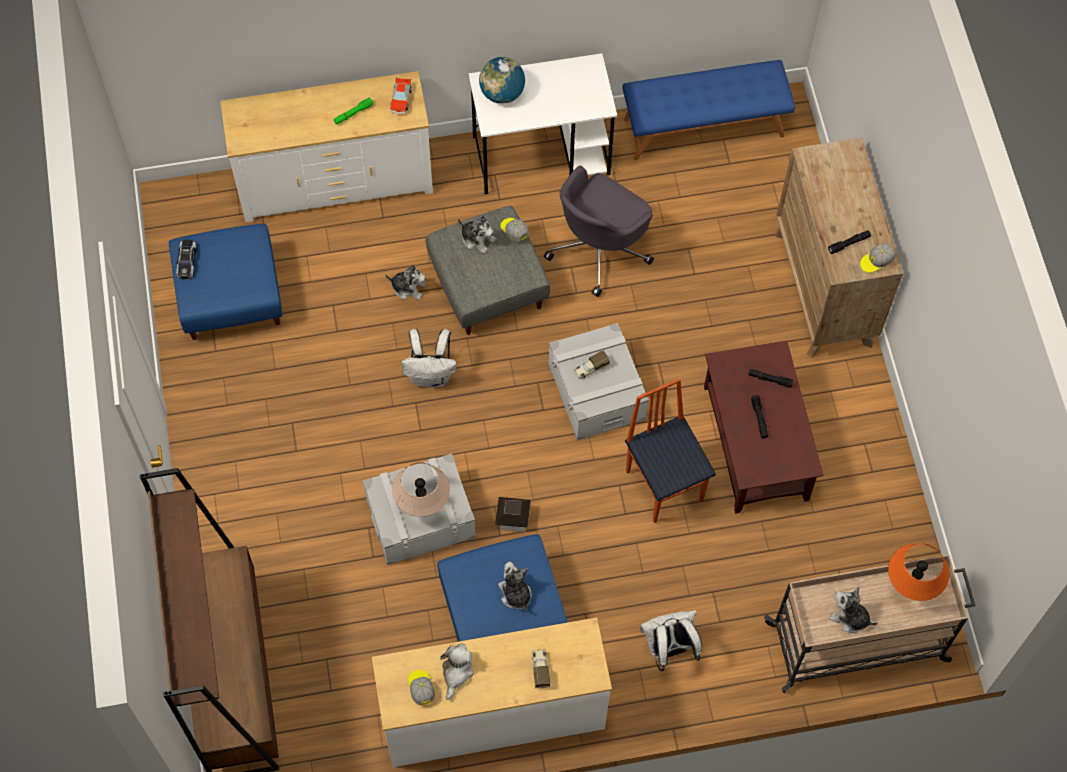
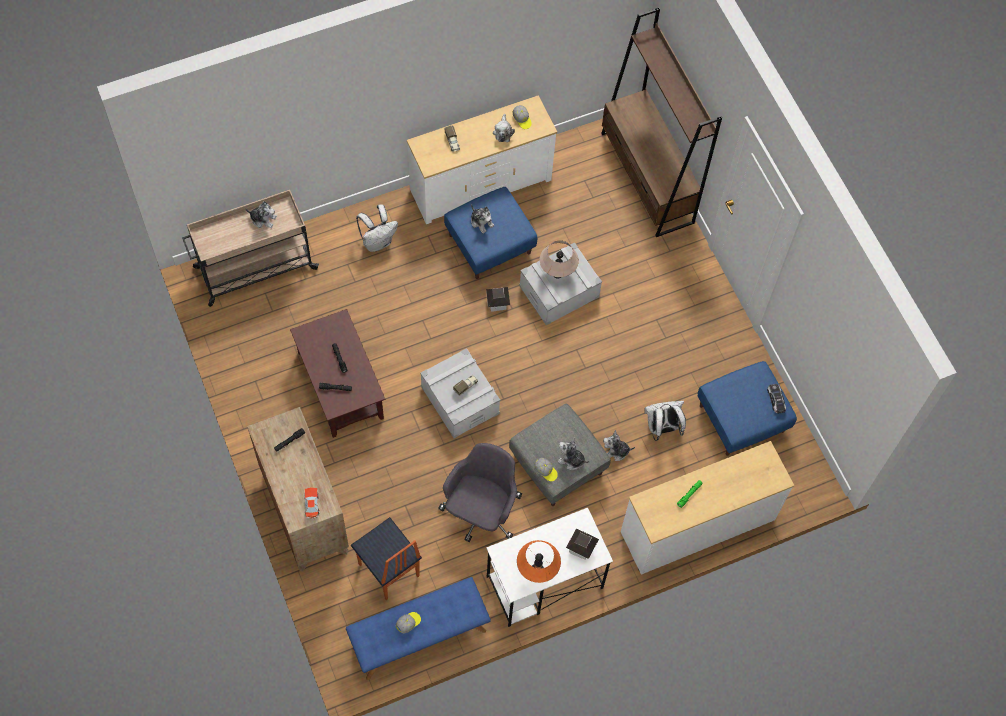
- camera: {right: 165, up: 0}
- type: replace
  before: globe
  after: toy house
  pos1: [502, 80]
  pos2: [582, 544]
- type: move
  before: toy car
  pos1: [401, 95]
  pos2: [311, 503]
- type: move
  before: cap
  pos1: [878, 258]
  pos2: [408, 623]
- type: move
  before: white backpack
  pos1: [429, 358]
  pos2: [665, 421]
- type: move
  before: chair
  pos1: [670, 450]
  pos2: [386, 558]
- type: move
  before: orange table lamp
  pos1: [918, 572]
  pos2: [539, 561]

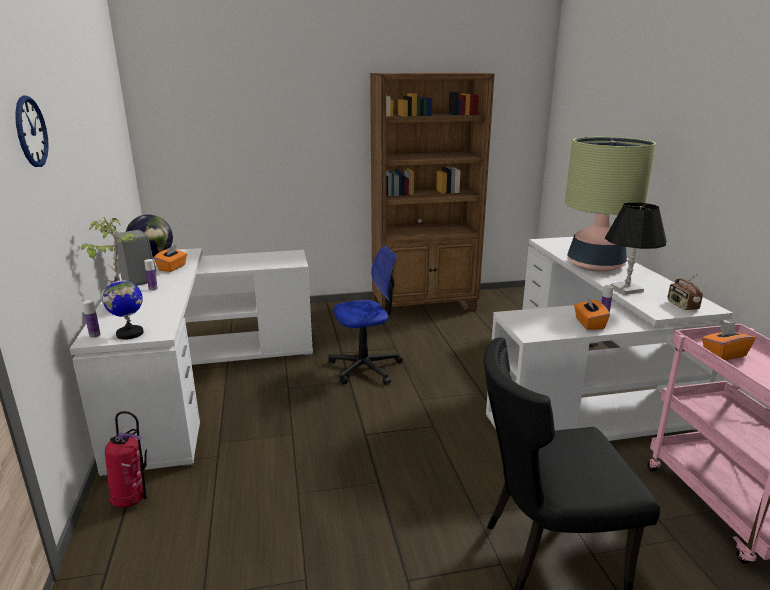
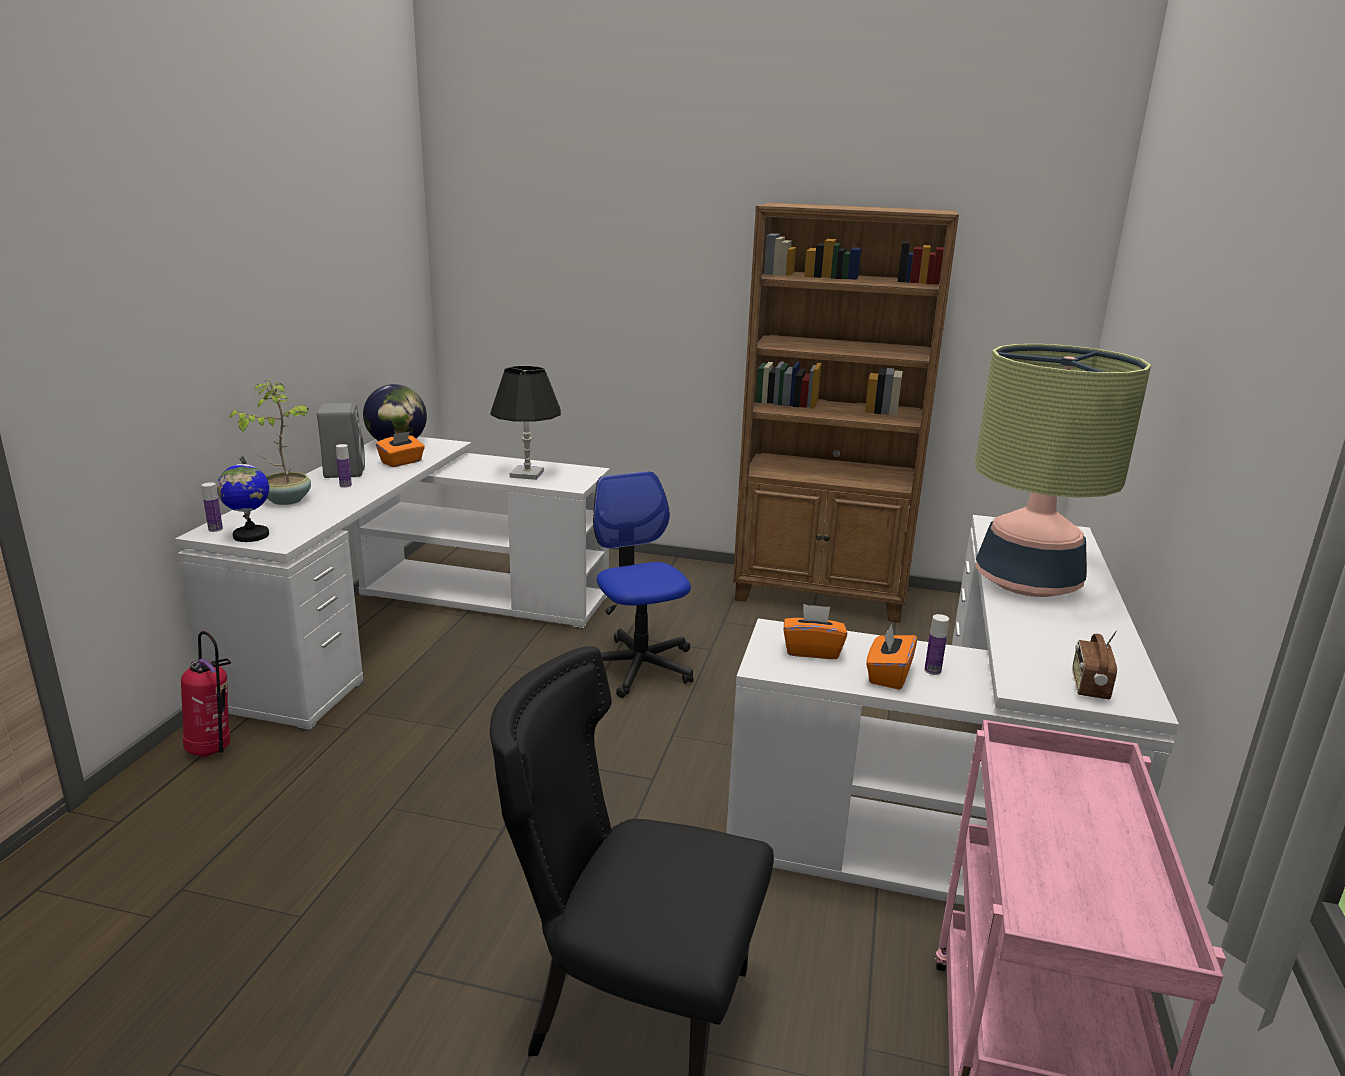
- camera: {right: 25, up: 0}
- type: delete
  before: wall clock
  pos1: [32, 131]
- type: move
  before: black table lamp
  pos1: [635, 248]
  pos2: [525, 423]
- type: rotate
  before: office chair
  pos1: [365, 315]
  pos2: [643, 584]
  turn: -120
- type: move
  before: orange tissue box
  pos1: [728, 342]
  pos2: [815, 631]

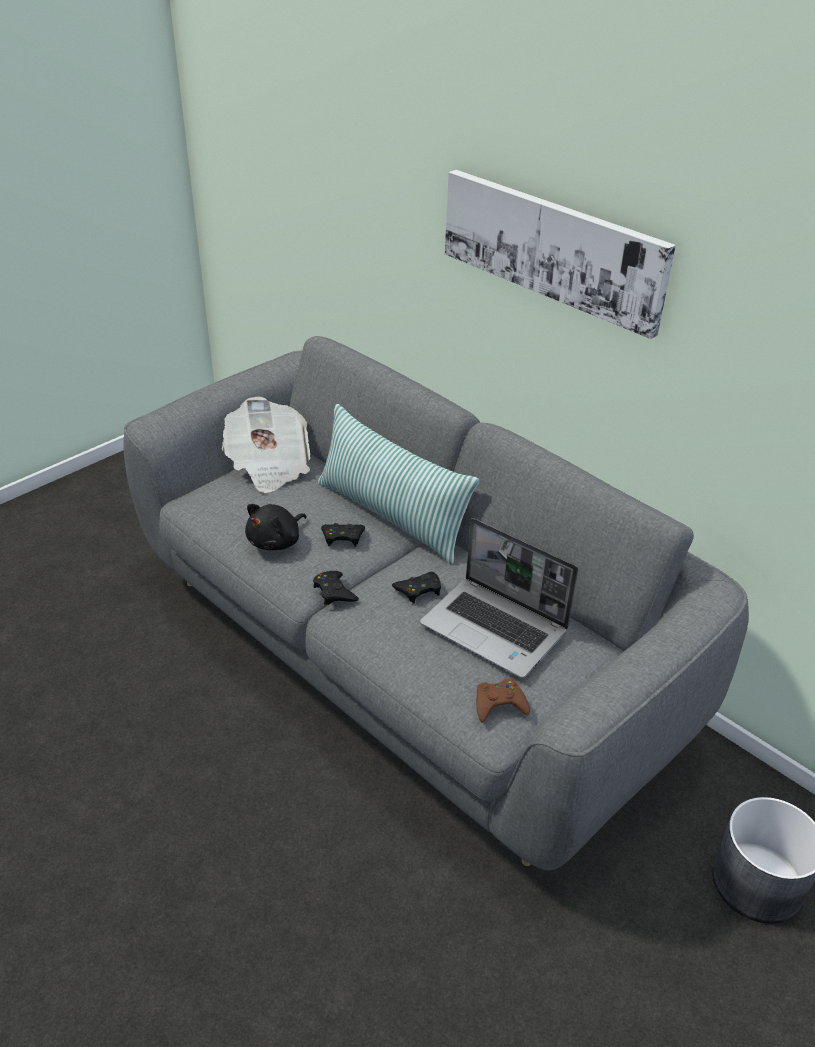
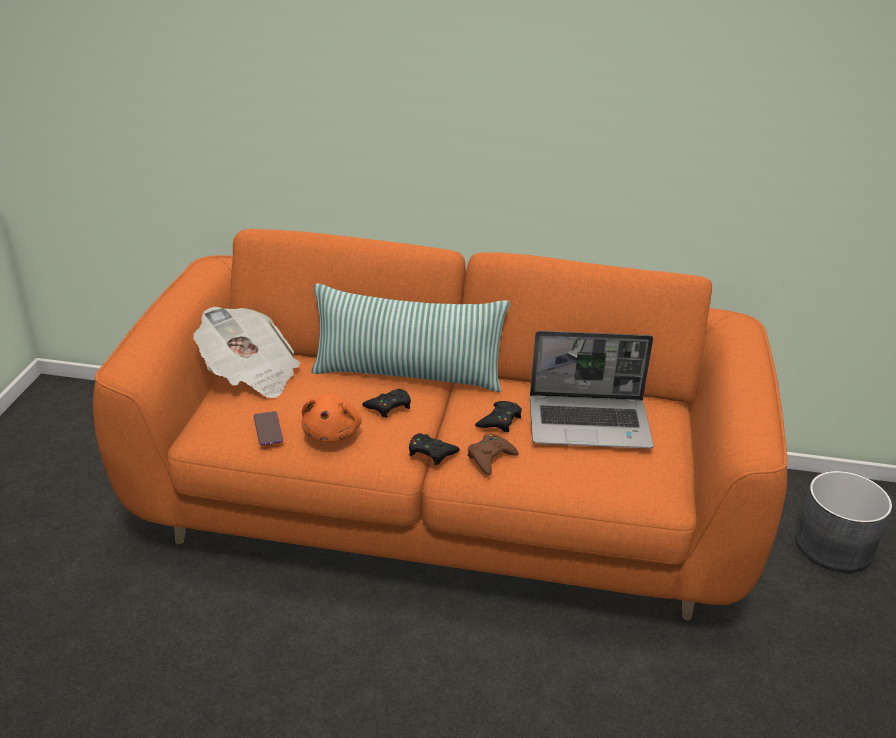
- camera: {right: -35, up: -5}
- type: delete
  before: picture
  pos1: [560, 254]
- type: recolor
  before: grey sofa
  after: orange sofa
  pos1: [436, 603]
  pos2: [440, 424]
- type: recolor
  before: black plush toy
  after: orange plush toy
  pos1: [276, 527]
  pos2: [332, 418]
- type: move
  before: brown game controller
  pos1: [503, 701]
  pos2: [493, 454]
- type: insert
  after: phone
  pos2: [268, 428]

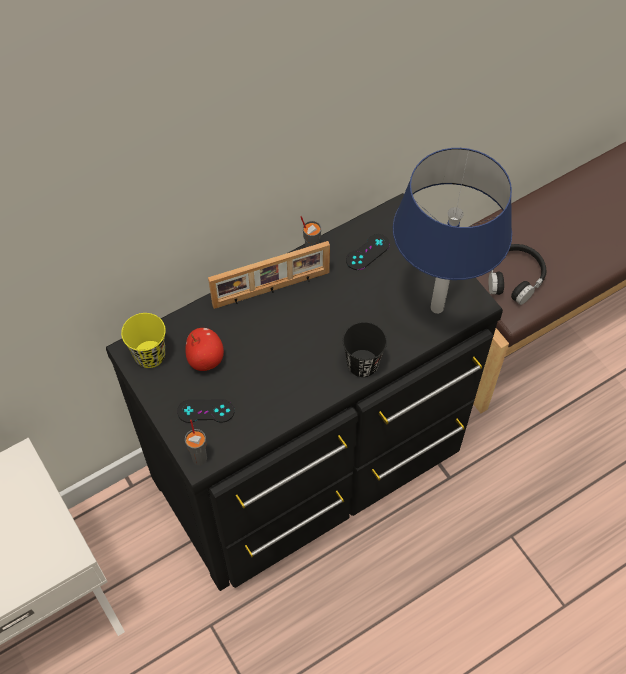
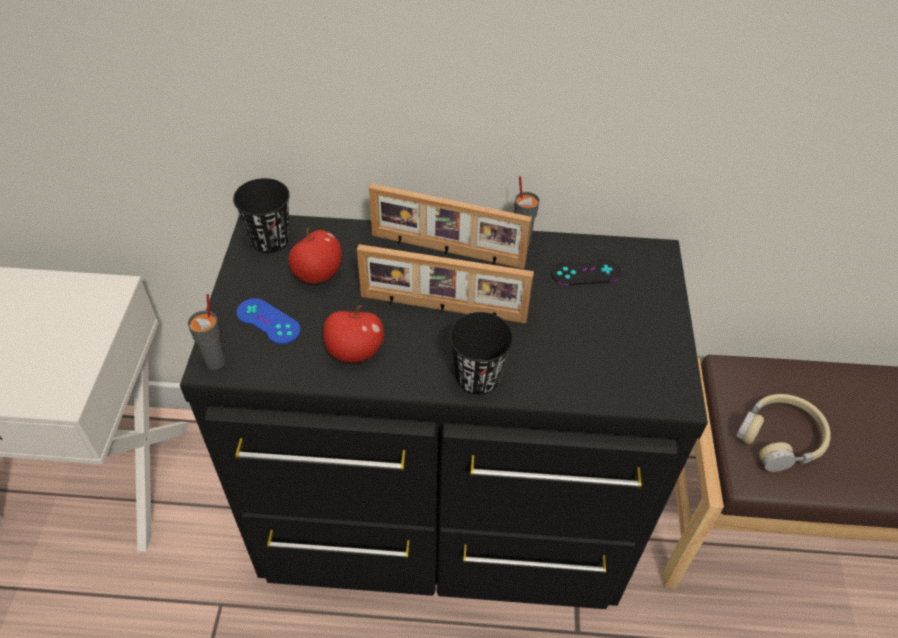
- camera: {right: 35, up: -10}
- type: delete
  before: blue table lamp
  pos1: [452, 231]
- type: recolor
  before: black headphones
  after: beige headphones
  pos1: [517, 274]
  pos2: [783, 433]
- type: recolor
  before: yellow cup
  after: black cup
  pos1: [143, 340]
  pos2: [261, 215]
- type: recolor
  before: black game controller
  after: blue game controller
  pos1: [206, 411]
  pos2: [268, 321]
- type: insert
  after: picture frame
  pos2: [445, 283]
- type: insert
  after: apple
  pos2: [353, 334]

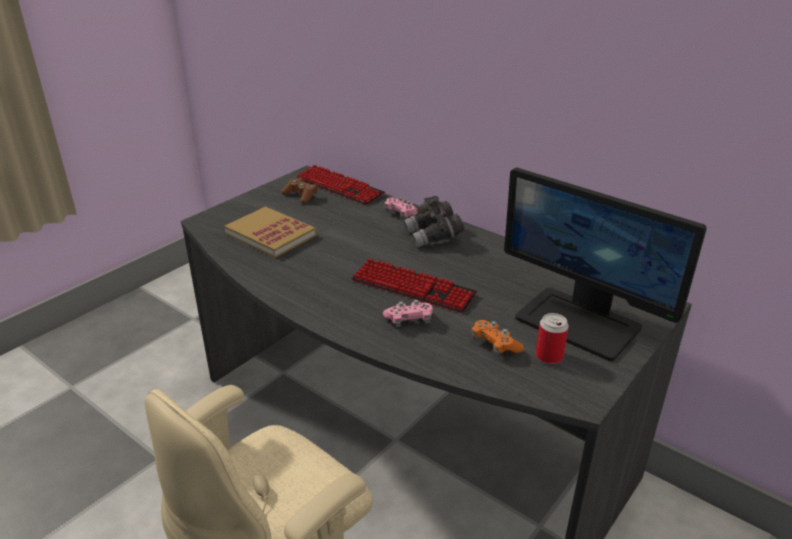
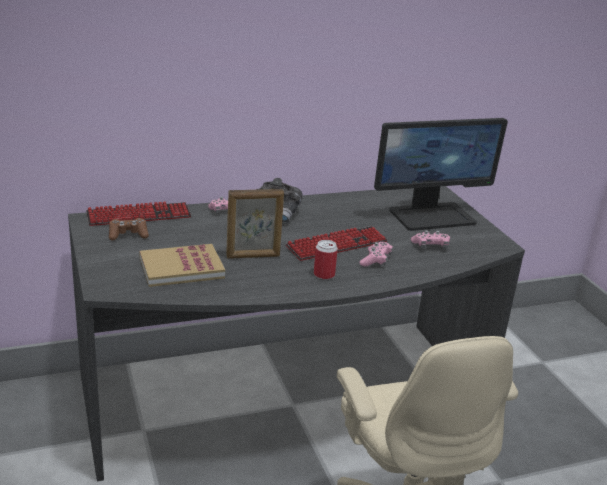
- camera: {right: -60, up: -5}
- type: move
  before: can
  pos1: [552, 338]
  pos2: [326, 260]
- type: recolor
  before: orange game controller
  after: pink game controller
  pos1: [497, 337]
  pos2: [430, 239]
- type: insert
  after: picture frame
  pos2: [255, 224]

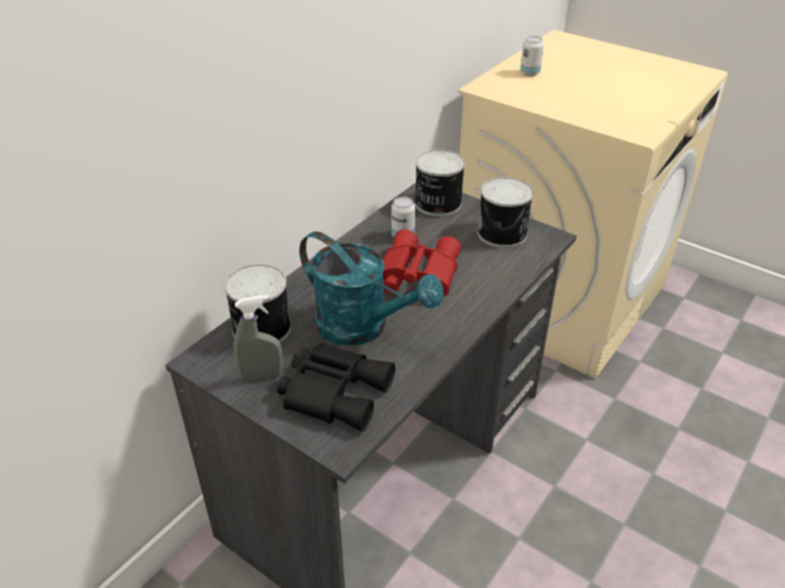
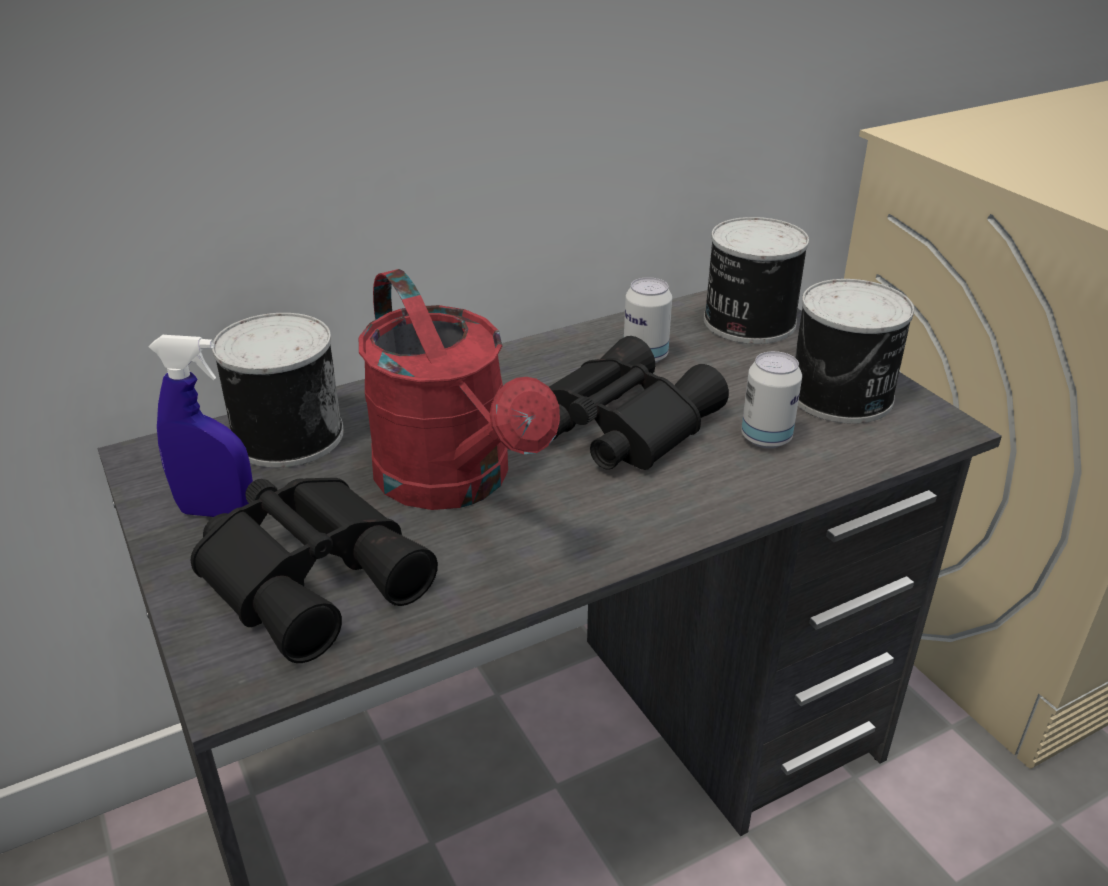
- camera: {right: 25, up: -5}
- type: move
  before: can
  pos1: [532, 56]
  pos2: [771, 399]
- type: recolor
  before: red binoculars
  after: black binoculars
  pos1: [422, 262]
  pos2: [639, 403]
- type: recolor
  before: turquoise watering can
  after: red watering can
  pos1: [371, 288]
  pos2: [459, 389]
- type: recolor
  before: grey spray bottle
  after: blue spray bottle
  pos1: [258, 339]
  pos2: [200, 426]

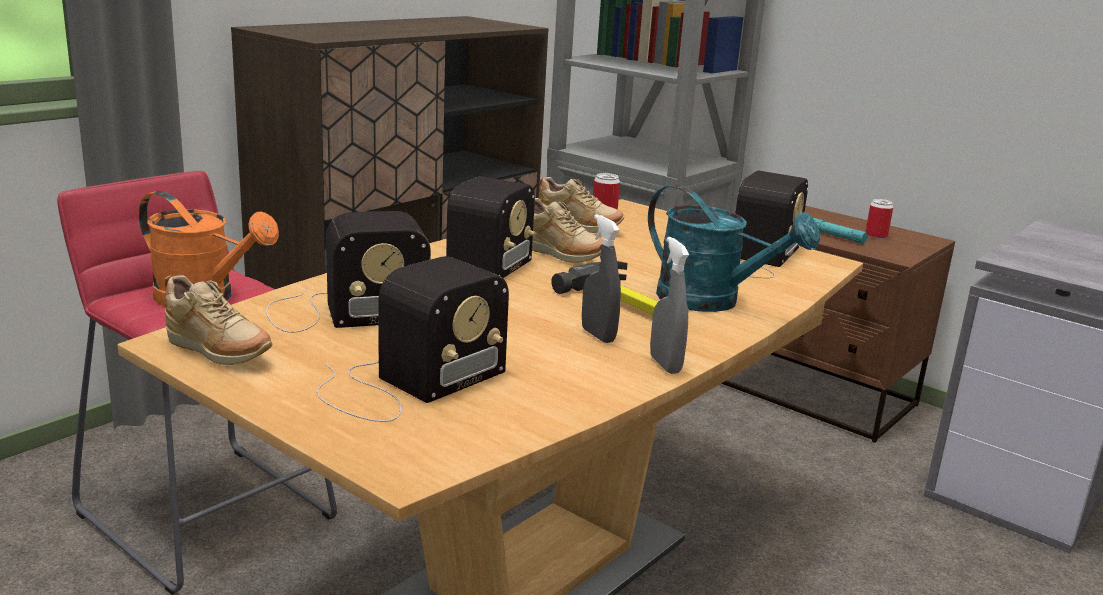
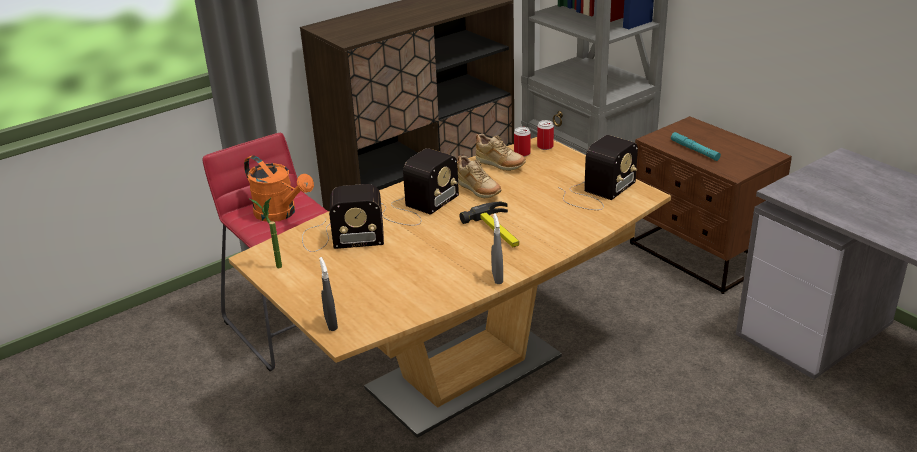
- camera: {right: 15, up: 10}
- type: delete
  before: turquoise watering can
  pos1: [734, 248]
- type: move
  before: can
  pos1: [879, 219]
  pos2: [545, 135]
- type: move
  before: grey spray bottle
  pos1: [601, 278]
  pos2: [328, 294]
- type: delete
  before: radio
  pos1: [413, 339]
- type: replace
  before: beige shoe
  after: potted plant
  pos1: [219, 320]
  pos2: [266, 233]

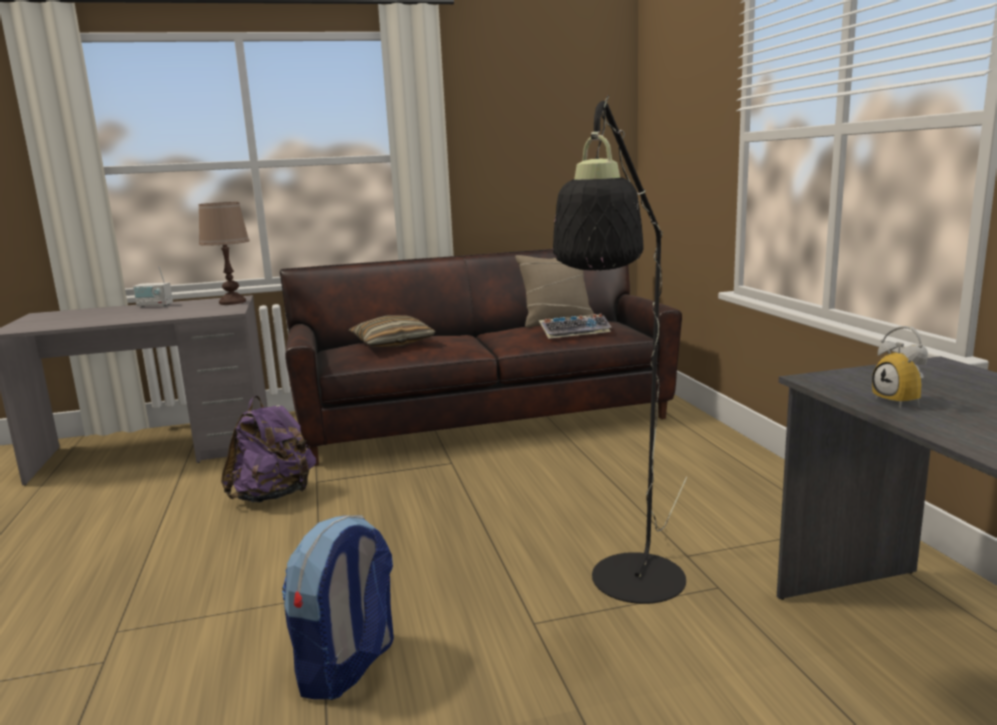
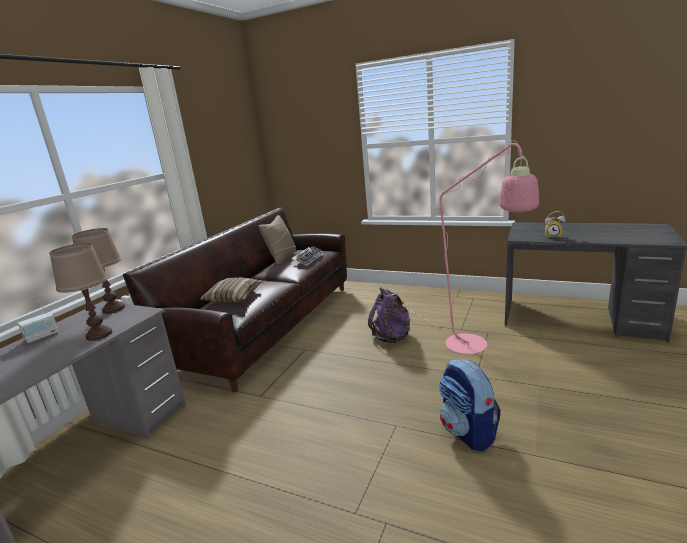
- camera: {right: -50, up: 5}
- type: recolor
  before: black floor lamp
  after: pink floor lamp
  pos1: [620, 349]
  pos2: [472, 247]
- type: move
  before: purple backpack
  pos1: [268, 449]
  pos2: [389, 315]
- type: insert
  after: brown table lamp
  pos2: [80, 292]

